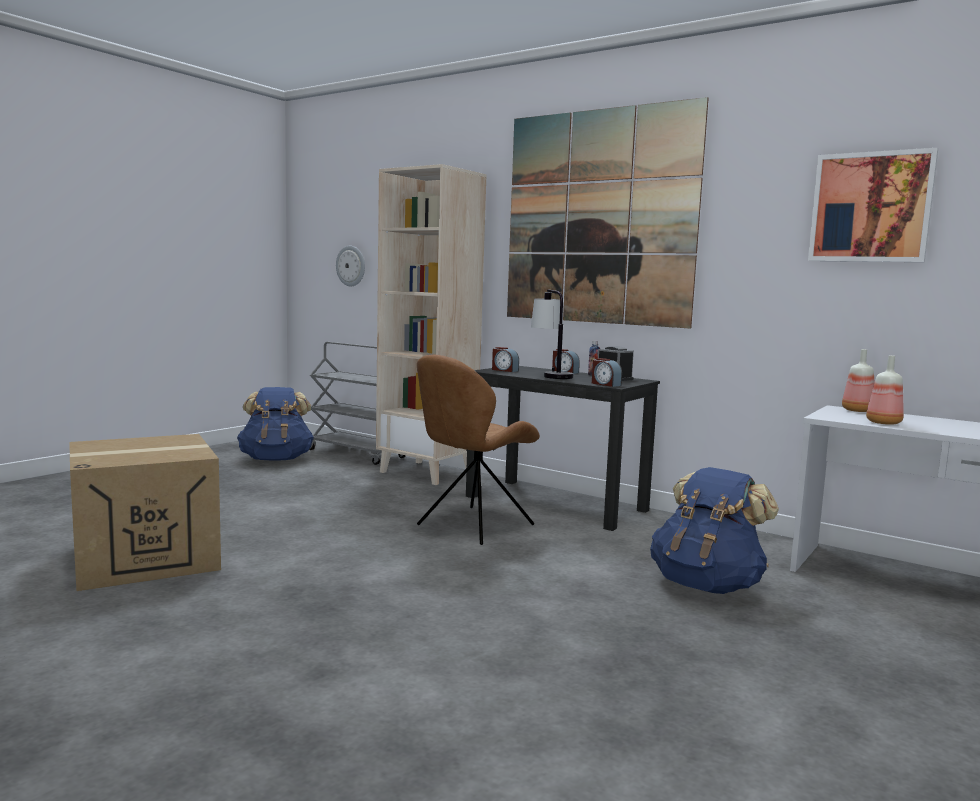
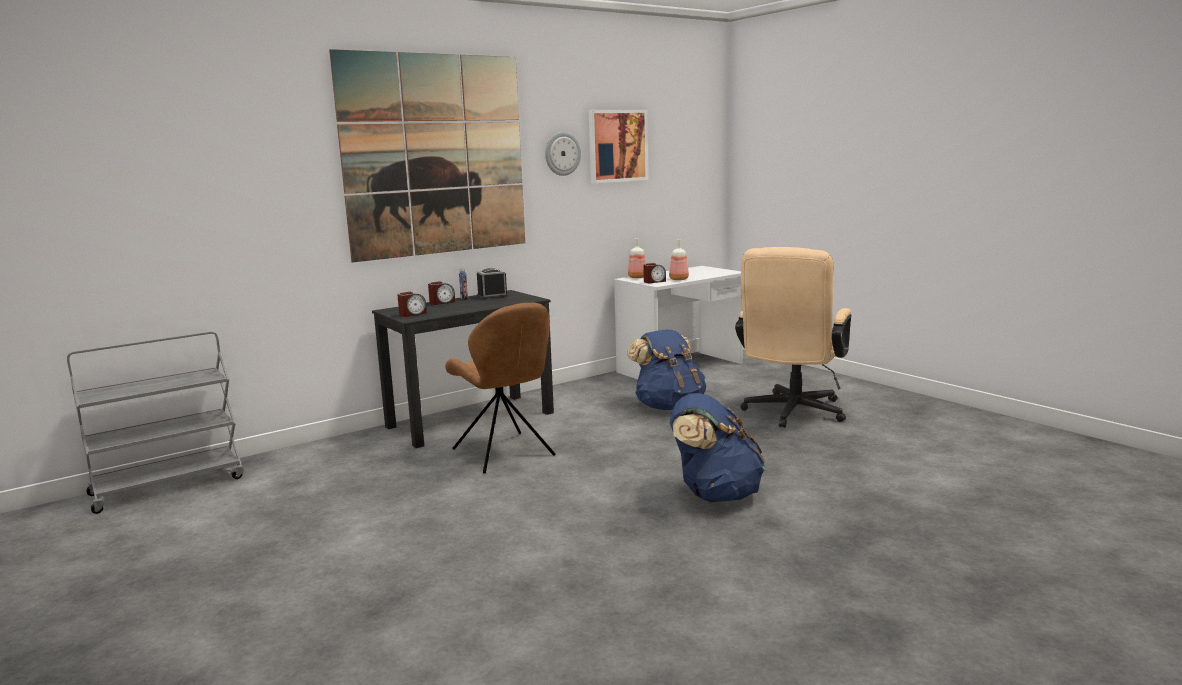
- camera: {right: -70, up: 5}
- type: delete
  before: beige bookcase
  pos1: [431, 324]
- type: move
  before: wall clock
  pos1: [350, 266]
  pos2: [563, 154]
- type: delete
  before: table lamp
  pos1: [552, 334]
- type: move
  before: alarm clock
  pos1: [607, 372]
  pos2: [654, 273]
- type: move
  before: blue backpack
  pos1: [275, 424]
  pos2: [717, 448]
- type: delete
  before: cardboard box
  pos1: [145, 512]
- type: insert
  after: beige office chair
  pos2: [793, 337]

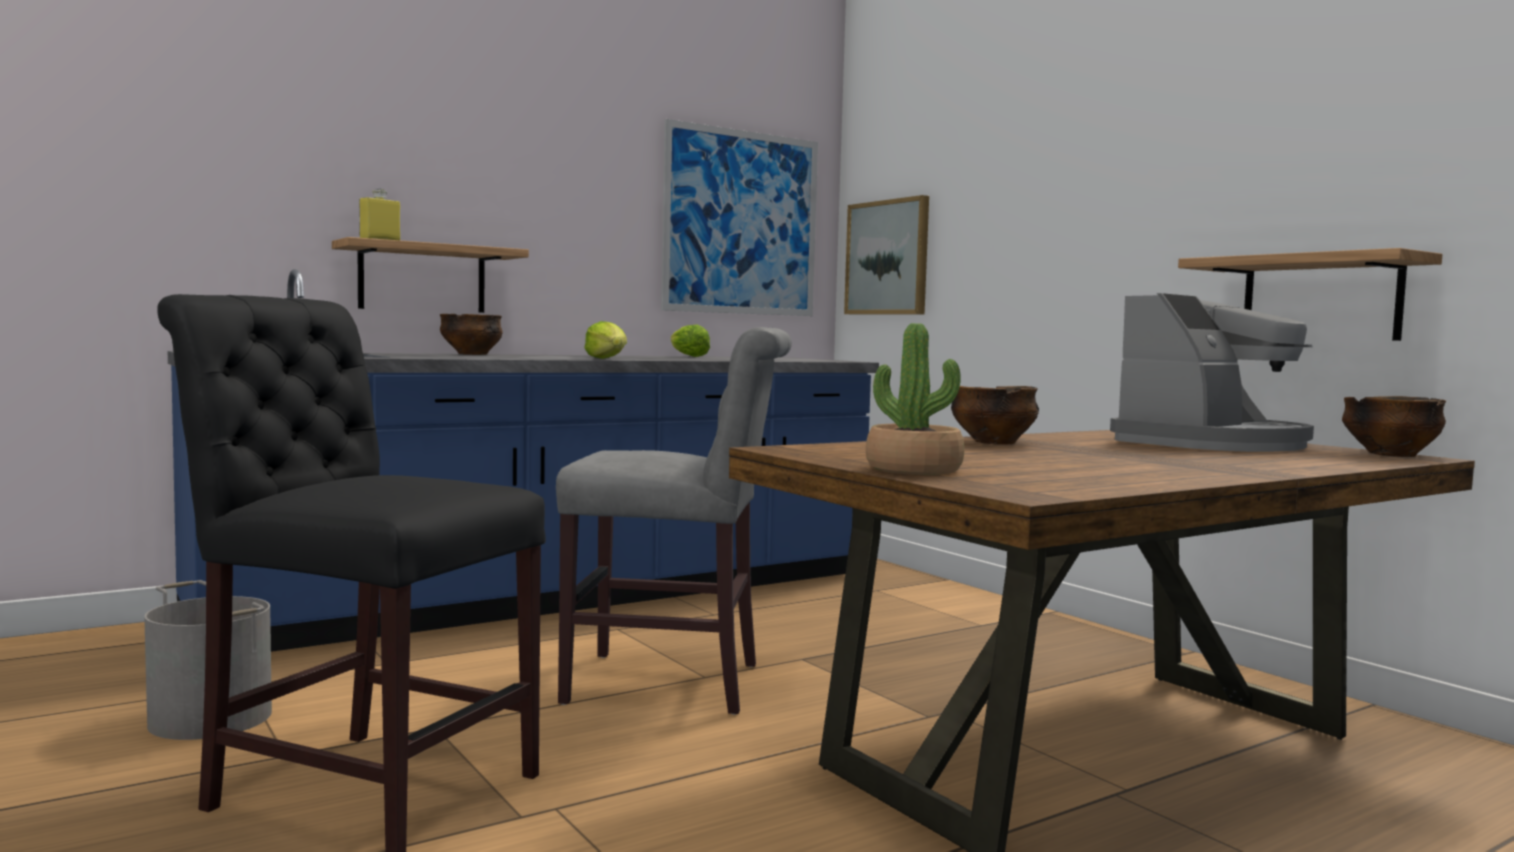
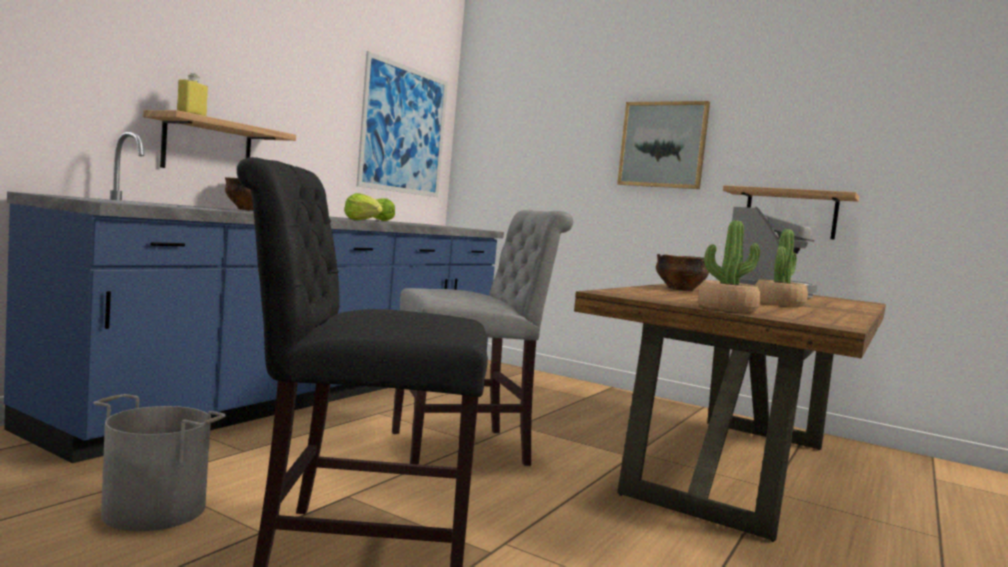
- camera: {right: -25, up: 0}
- type: move
  before: picture
  pos1: [886, 255]
  pos2: [663, 145]
- type: delete
  before: bowl
  pos1: [1394, 426]
- type: insert
  after: potted plant
  pos2: [781, 268]

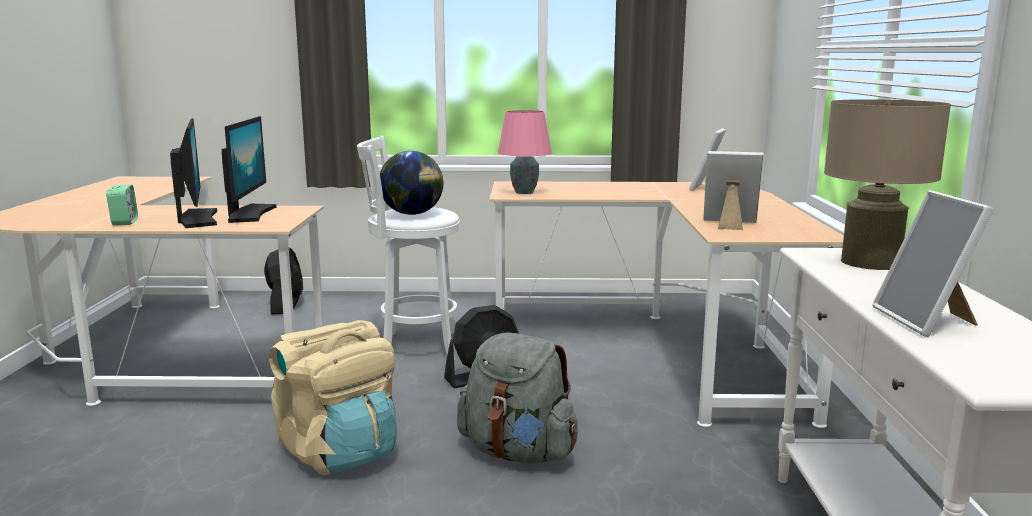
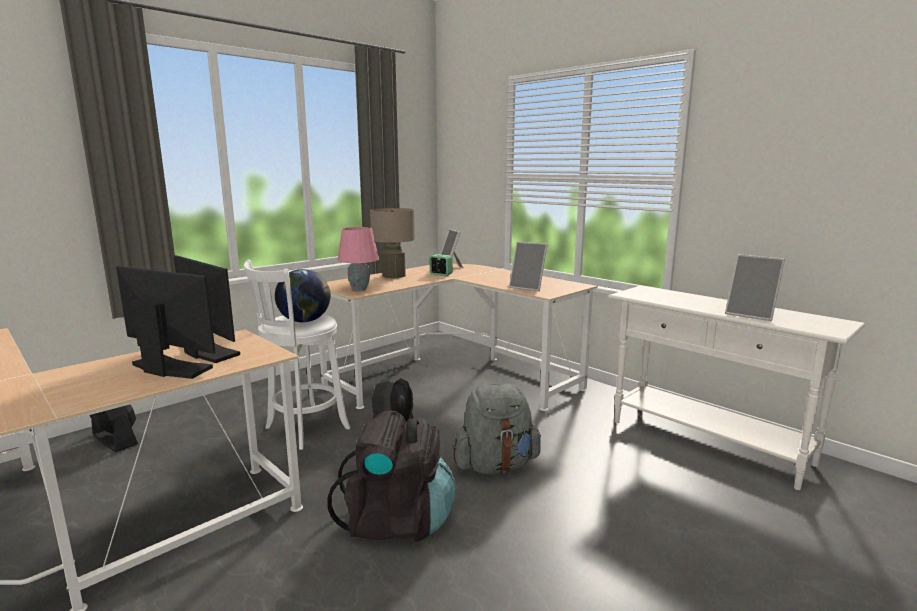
- camera: {right: -45, up: 0}
- type: move
  before: beige table lamp
  pos1: [887, 184]
  pos2: [392, 243]
- type: rotate
  before: picture frame
  pos1: [733, 190]
  pos2: [528, 266]
  turn: -120
- type: move
  before: alarm clock
  pos1: [122, 204]
  pos2: [441, 265]
- type: recolor
  before: beige backpack
  after: black backpack
  pos1: [333, 397]
  pos2: [392, 476]

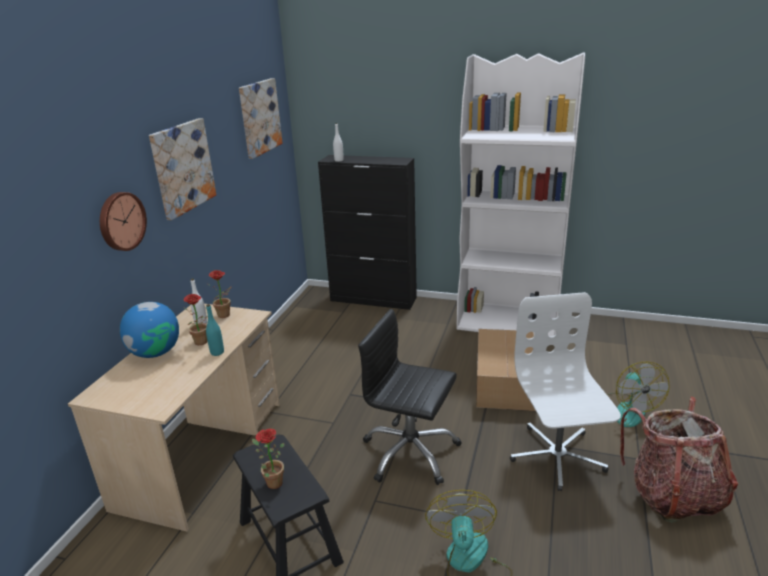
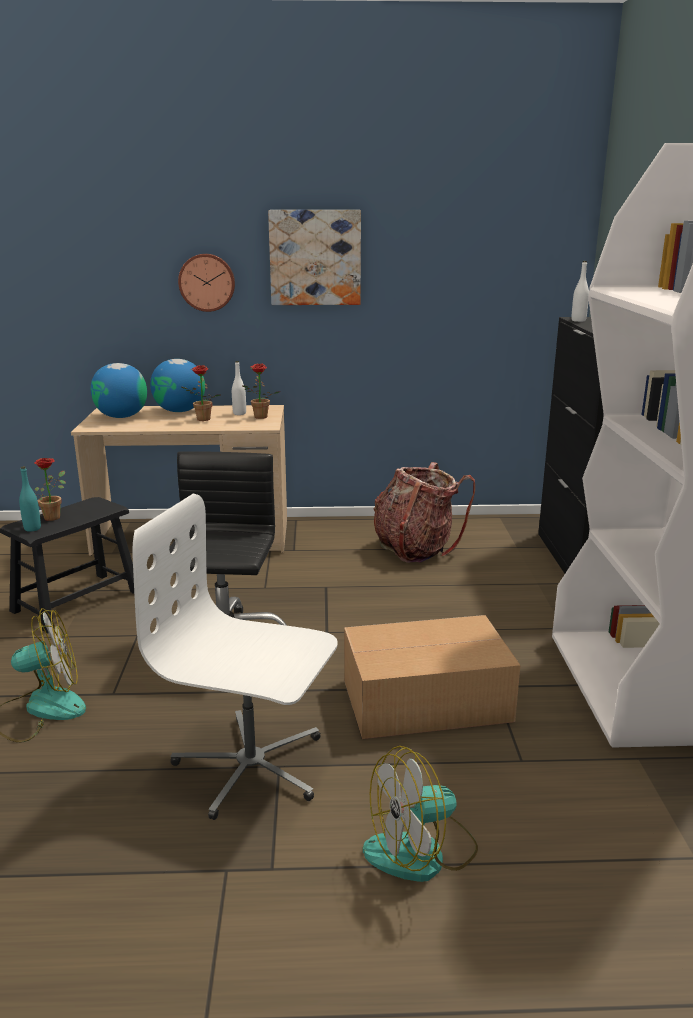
- camera: {right: 70, up: -5}
- type: delete
  before: picture
  pos1: [261, 118]
- type: rotate
  before: white office chair
  pos1: [565, 391]
  pos2: [235, 657]
  turn: -135
- type: move
  before: turquoise bottle
  pos1: [215, 330]
  pos2: [30, 499]
- type: move
  before: backpack
  pos1: [679, 460]
  pos2: [424, 512]
- type: insert
  after: globe
  pos2: [119, 390]

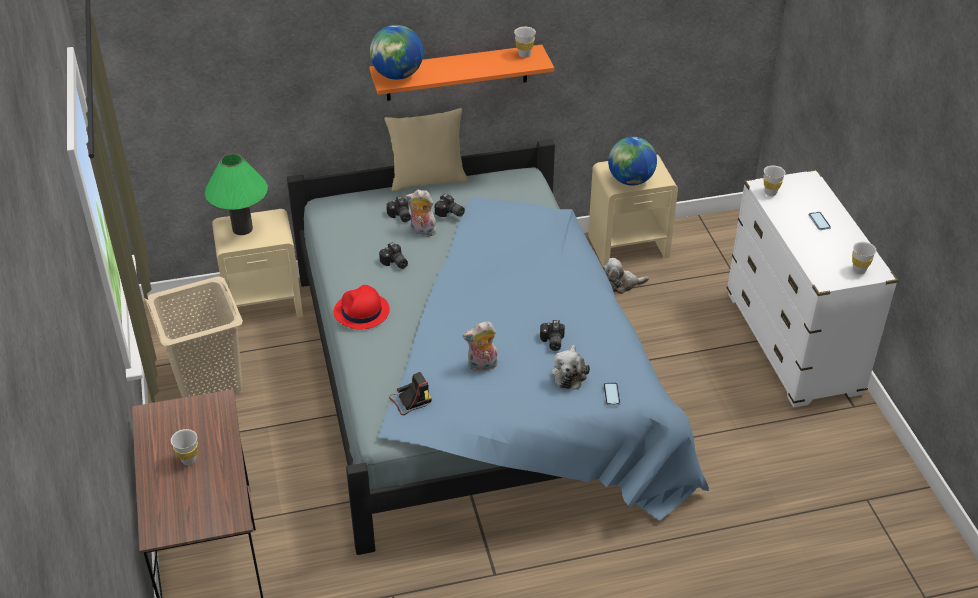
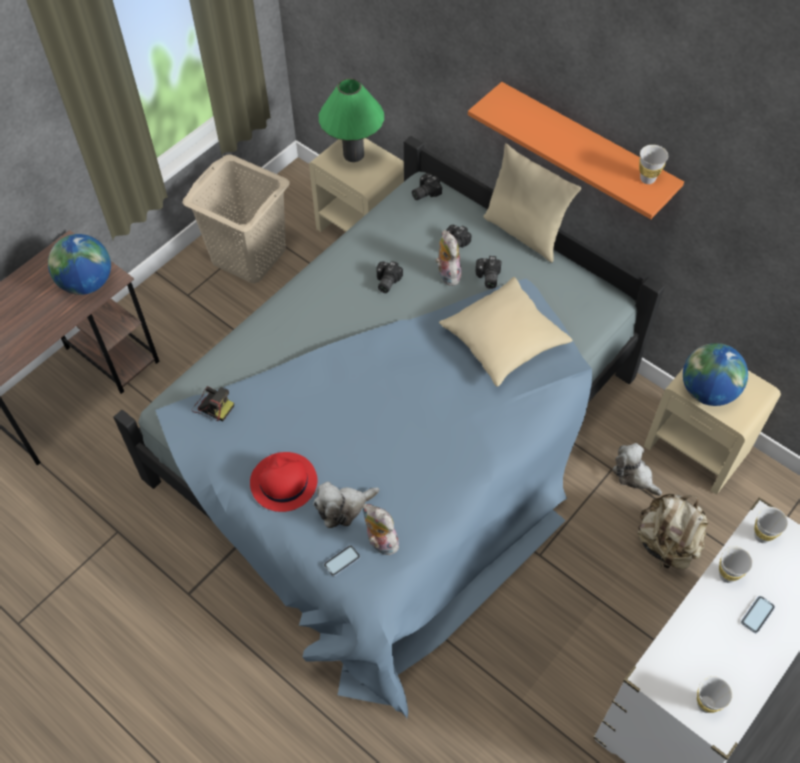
- camera: {right: 55, up: 15}
- type: move
  before: globe
  pos1: [396, 52]
  pos2: [79, 264]
- type: move
  before: red hat
  pos1: [362, 307]
  pos2: [284, 482]
- type: move
  before: photo camera
  pos1: [552, 335]
  pos2: [427, 186]
- type: move
  before: plush toy
  pos1: [480, 346]
  pos2: [381, 529]
- type: move
  before: white cup
  pos1: [184, 447]
  pos2: [736, 564]
- type: insert
  after: beige pillow
  pos2: [506, 332]
- type: insert
  after: beige backpack
  pos2: [672, 531]

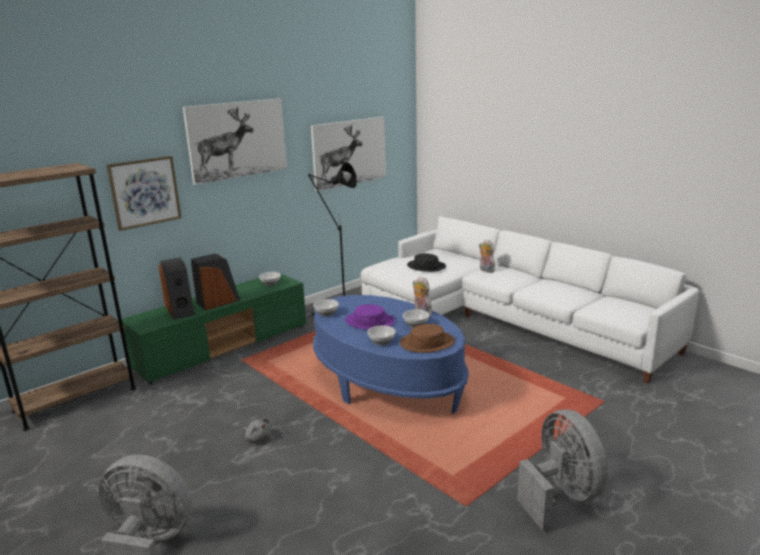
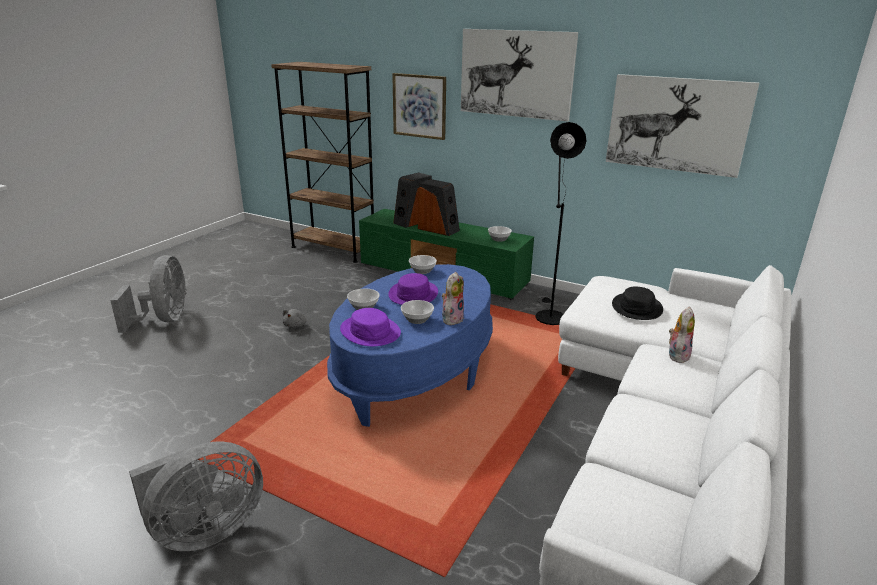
- camera: {right: 70, up: 5}
- type: recolor
  before: brown hat
  after: purple hat
  pos1: [427, 338]
  pos2: [370, 327]

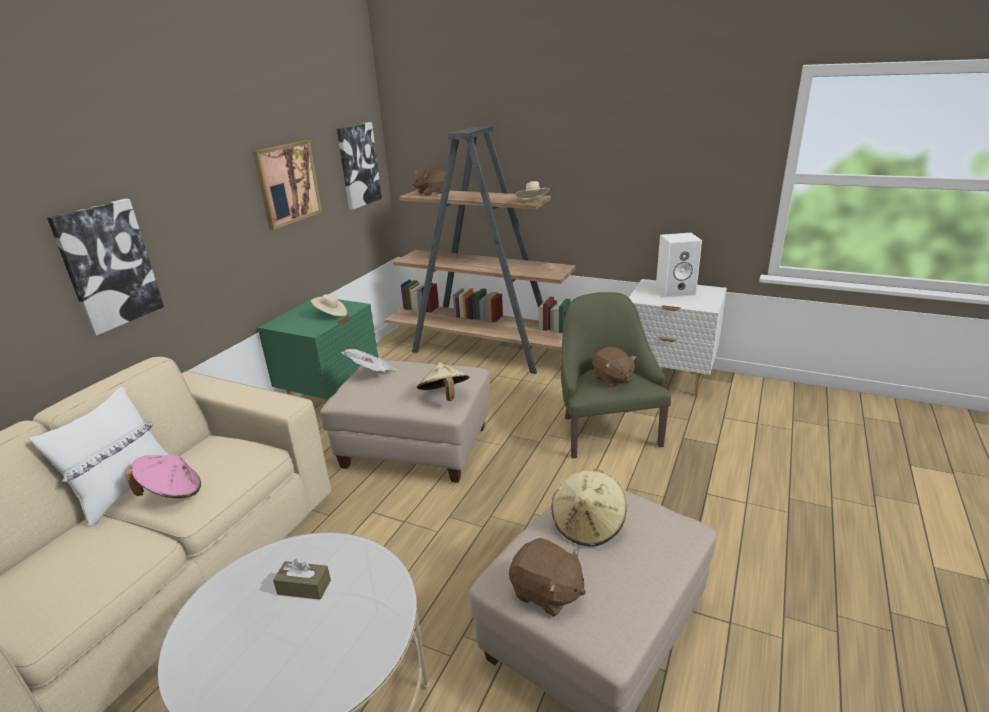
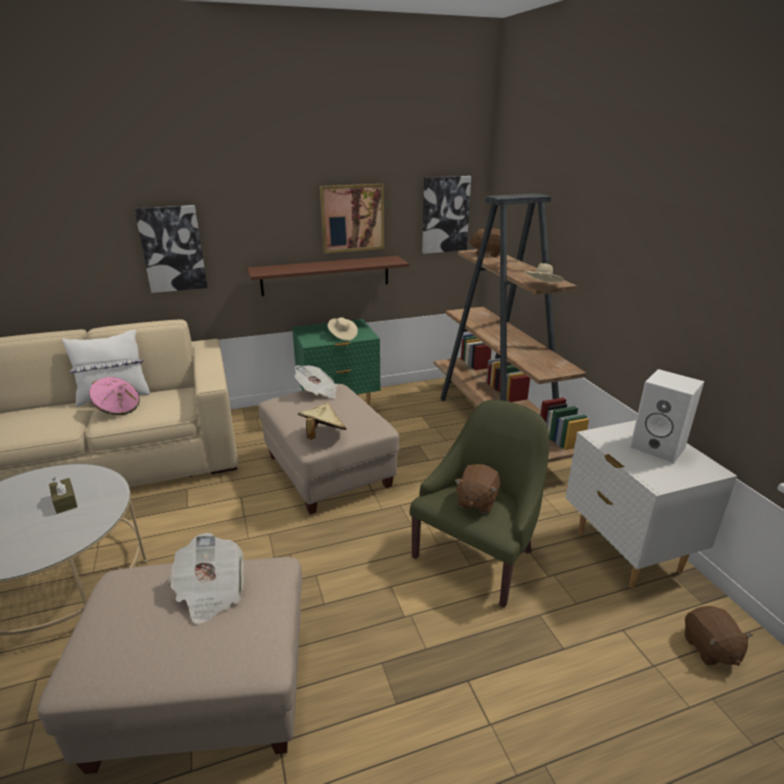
- camera: {right: 45, up: 0}
- type: replace
  before: beige hat
  after: newspaper
  pos1: [589, 507]
  pos2: [206, 578]
- type: move
  before: brown plush toy
  pos1: [547, 577]
  pos2: [719, 636]
- type: insert
  after: brown shelf
  pos2: [328, 276]

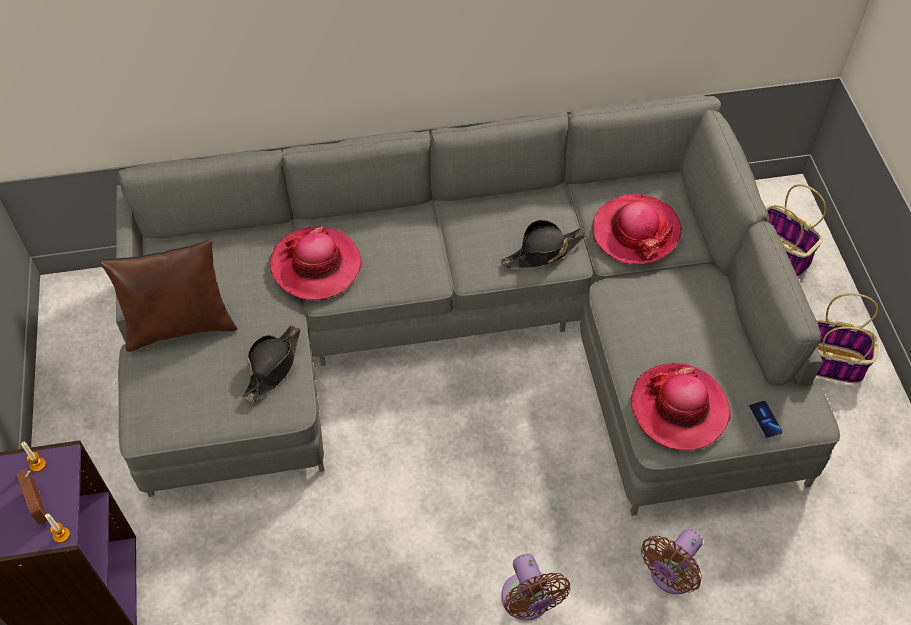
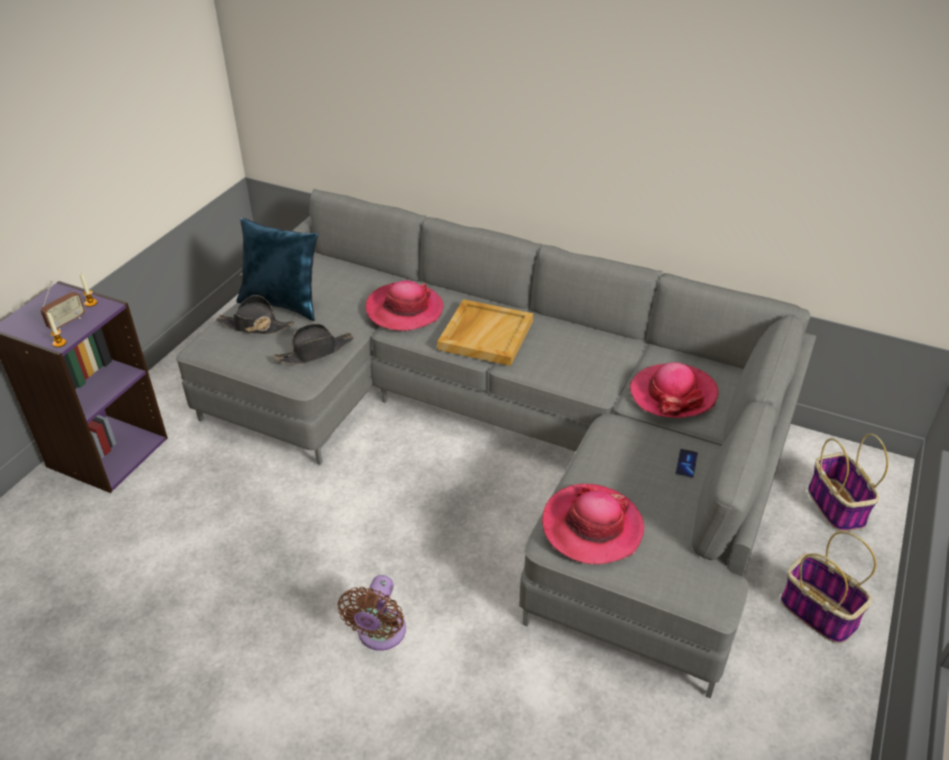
- camera: {right: 35, up: -15}
- type: move
  before: black hat
  pos1: [543, 244]
  pos2: [256, 314]
- type: recolor
  before: brown pillow
  after: blue pillow
  pos1: [168, 296]
  pos2: [277, 269]
- type: move
  before: phone
  pos1: [766, 420]
  pos2: [686, 464]
- type: rotate
  before: radio
  pos1: [32, 497]
  pos2: [63, 305]
  turn: -150
- type: delete
  before: brown fan
  pos1: [672, 561]
- type: insert
  after: beige tray
  pos2: [485, 332]

